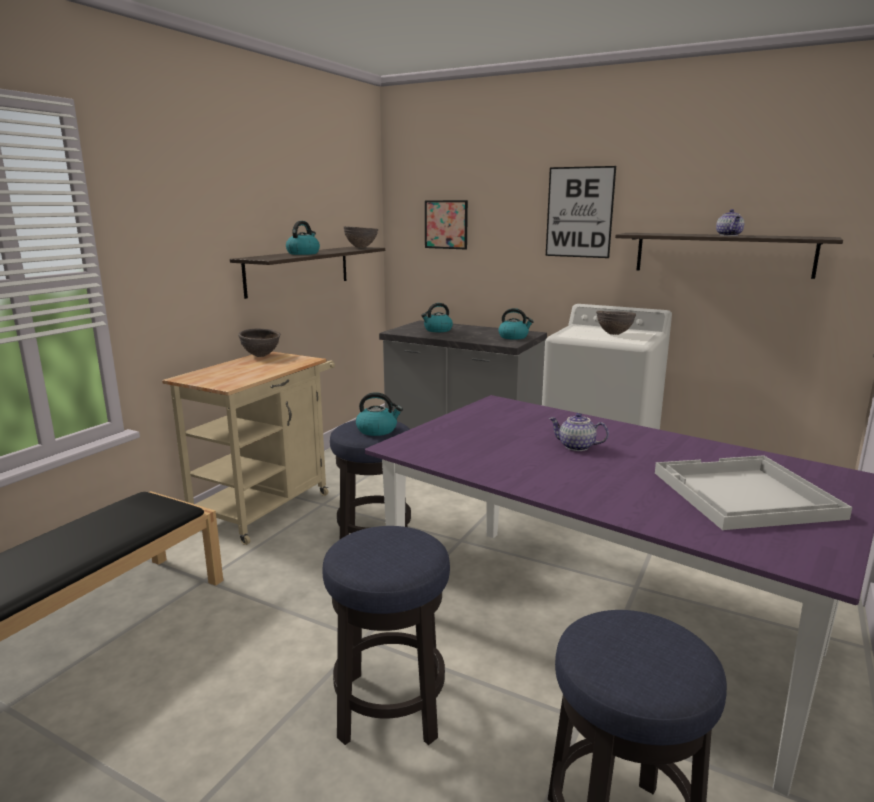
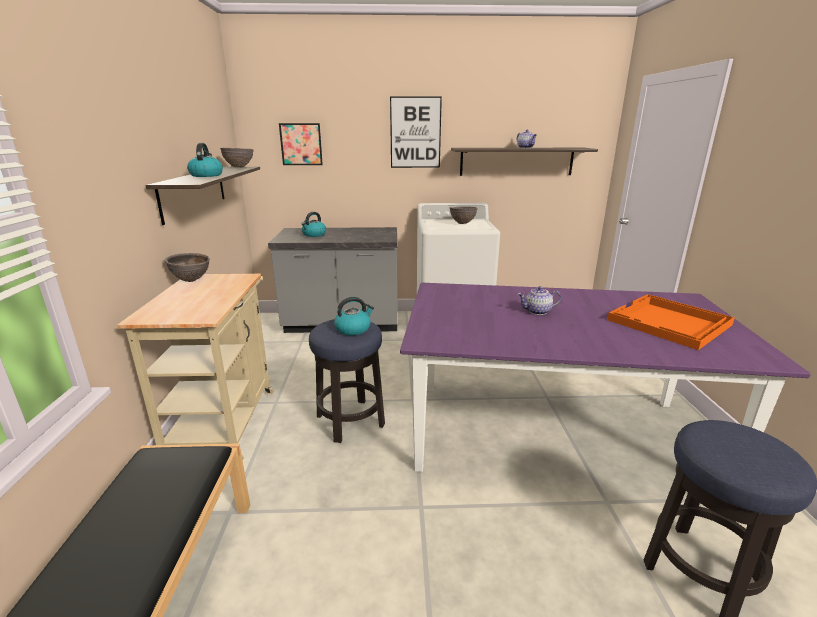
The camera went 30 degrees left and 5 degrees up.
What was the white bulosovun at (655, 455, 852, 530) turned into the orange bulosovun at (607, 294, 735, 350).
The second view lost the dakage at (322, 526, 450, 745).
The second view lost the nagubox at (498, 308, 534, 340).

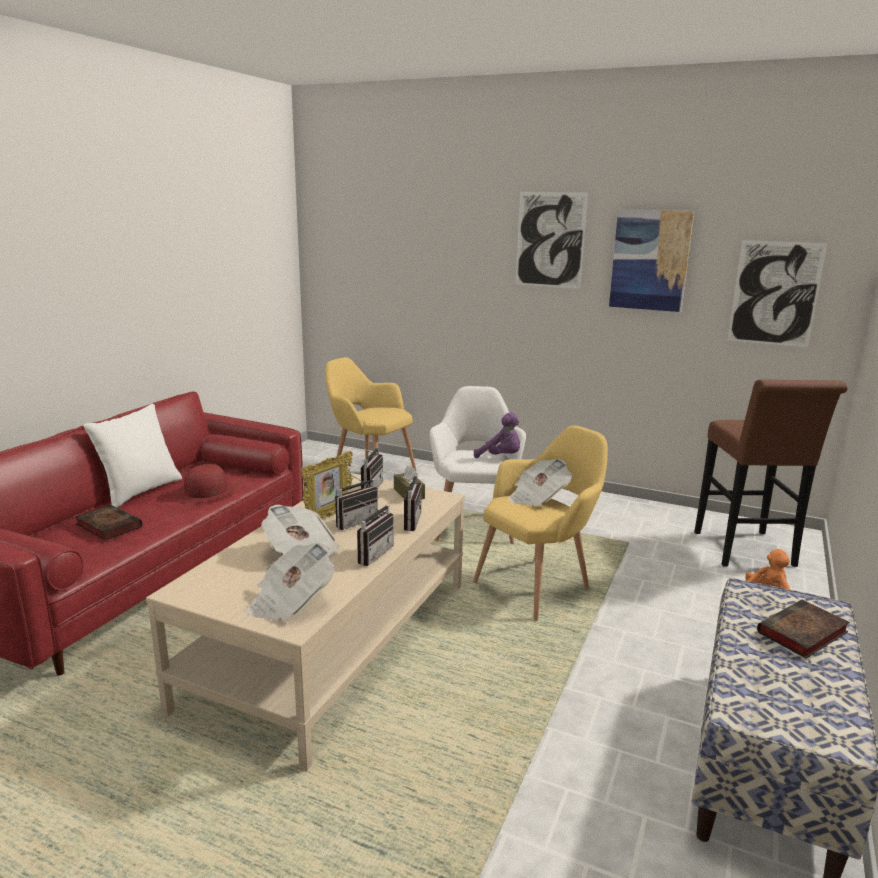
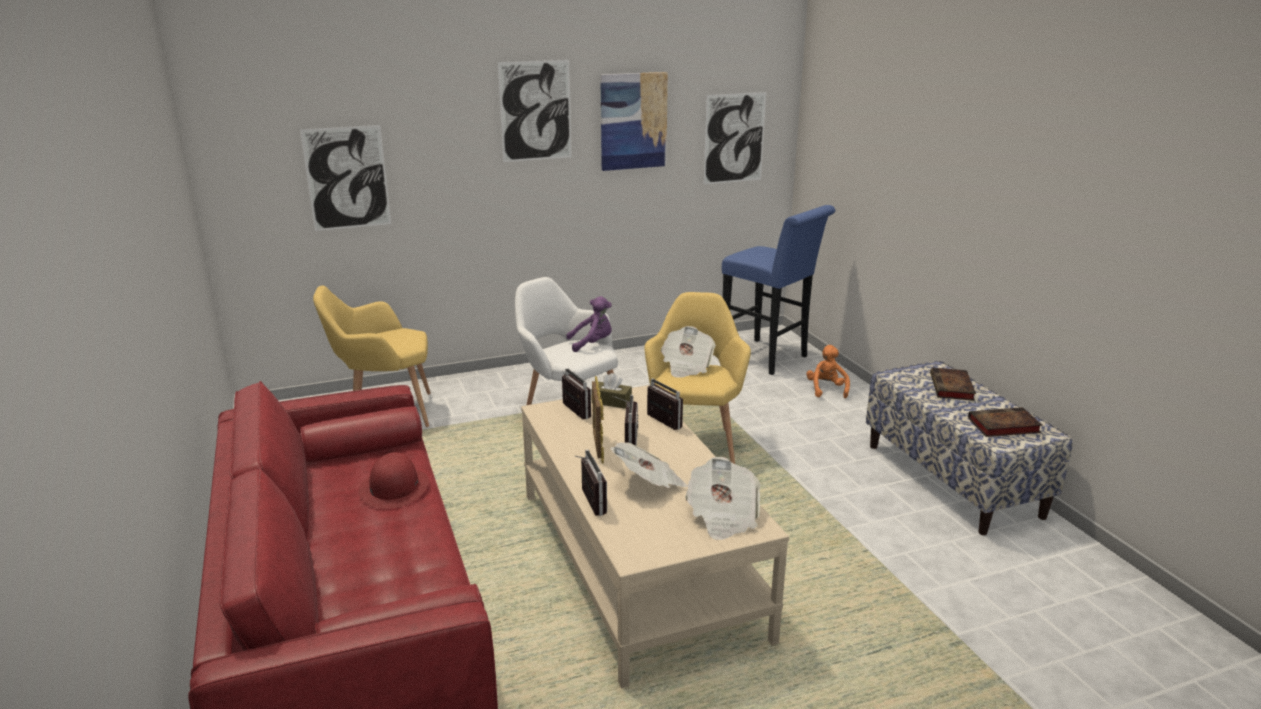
The camera went 45 degrees left and 5 degrees up.
The second view gained the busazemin at (300, 125, 391, 231).
The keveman ended up elsewhere, having gone from (356, 500, 394, 566) to (574, 449, 607, 516).
What was the brown dakage at (694, 379, 848, 567) turned into the blue dakage at (722, 205, 835, 375).
The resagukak ended up elsewhere, having gone from (75, 505, 142, 541) to (968, 407, 1043, 437).
The second view lost the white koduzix at (83, 404, 182, 507).

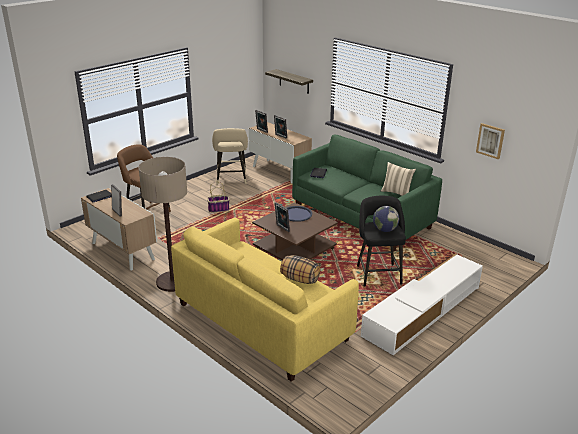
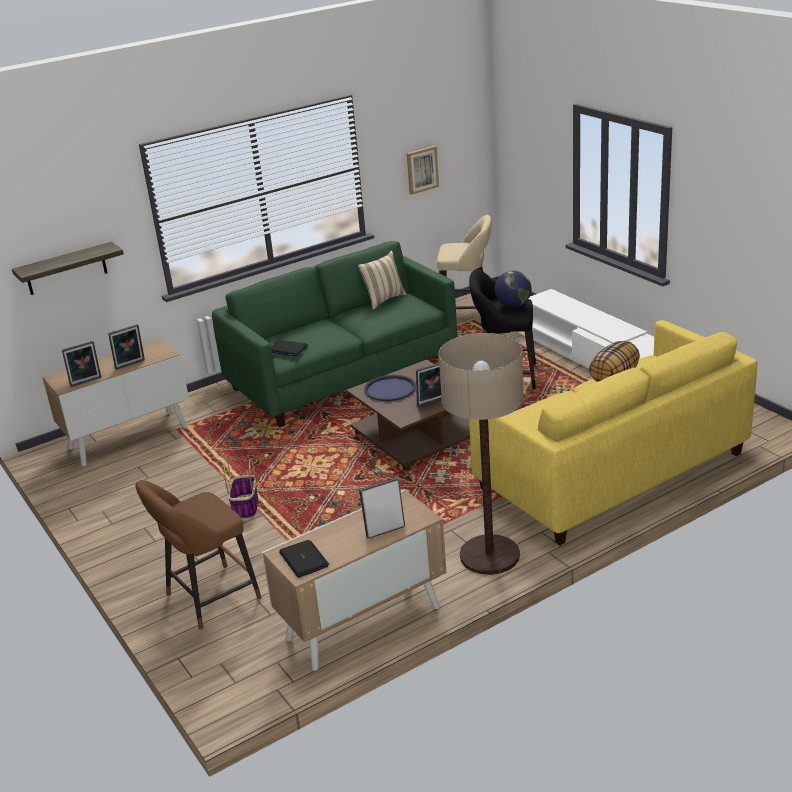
The camera went 75 degrees left and 0 degrees up.
The beige dakage ended up elsewhere, having gone from (212, 128, 248, 185) to (437, 215, 492, 309).

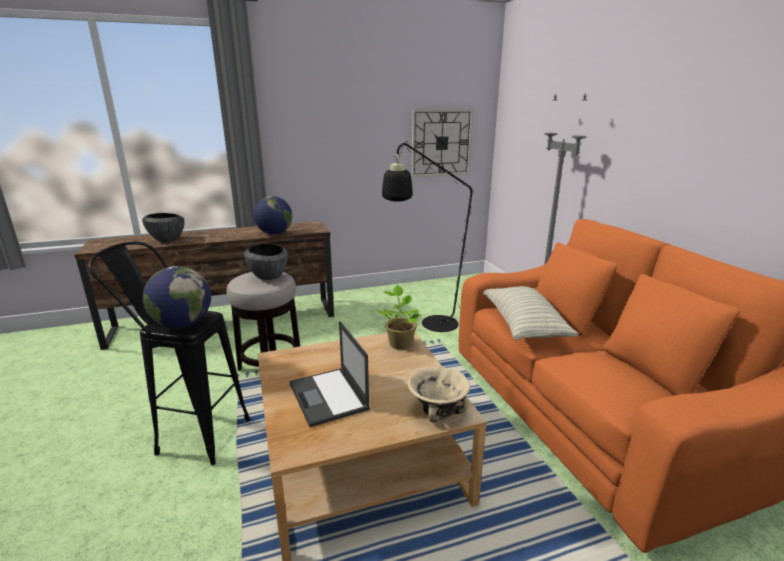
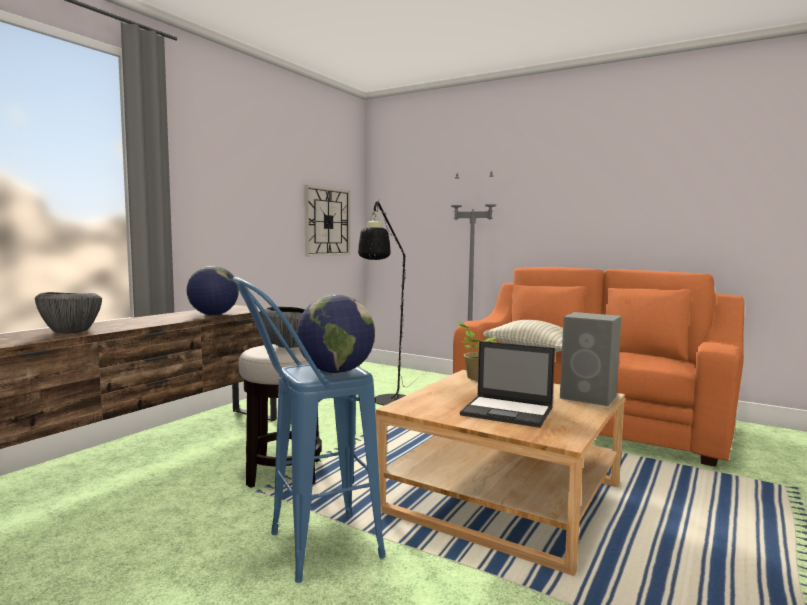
The camera went 40 degrees left and 15 degrees down.
What was the black dakage at (88, 242, 250, 465) turned into the blue dakage at (233, 277, 385, 583).
Where the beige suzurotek stood at (408, 367, 470, 422), the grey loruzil came to stand at (560, 312, 621, 406).

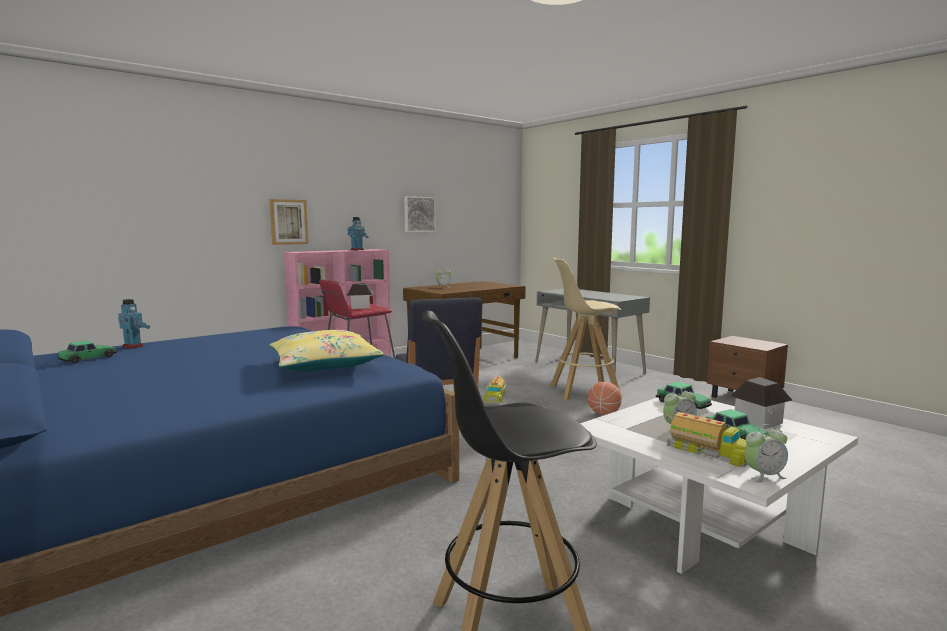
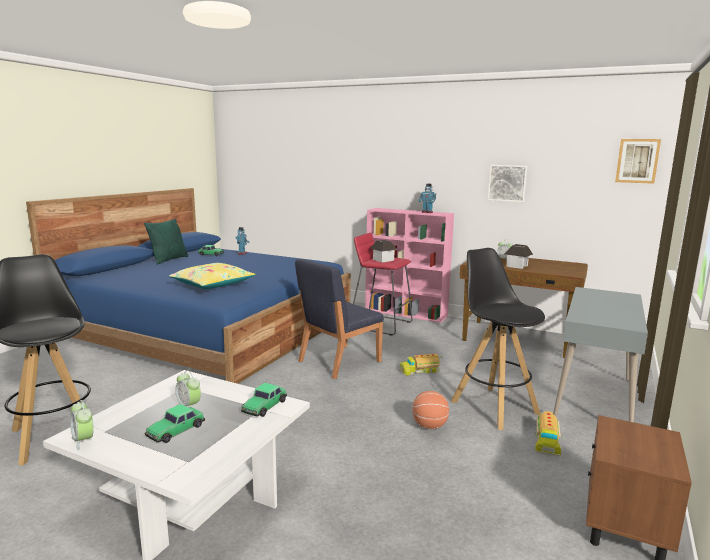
The camera went 65 degrees right and 5 degrees up.
The second view gained the green koduzix at (144, 218, 188, 265).
What was the beige dakage at (550, 257, 622, 400) turned into the black dakage at (451, 248, 545, 430).
The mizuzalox ended up elsewhere, having gone from (731, 377, 792, 429) to (505, 244, 533, 269).
The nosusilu ended up elsewhere, having gone from (666, 412, 747, 467) to (534, 411, 565, 456).
The busazemin ended up elsewhere, having gone from (269, 199, 308, 245) to (615, 139, 661, 184).

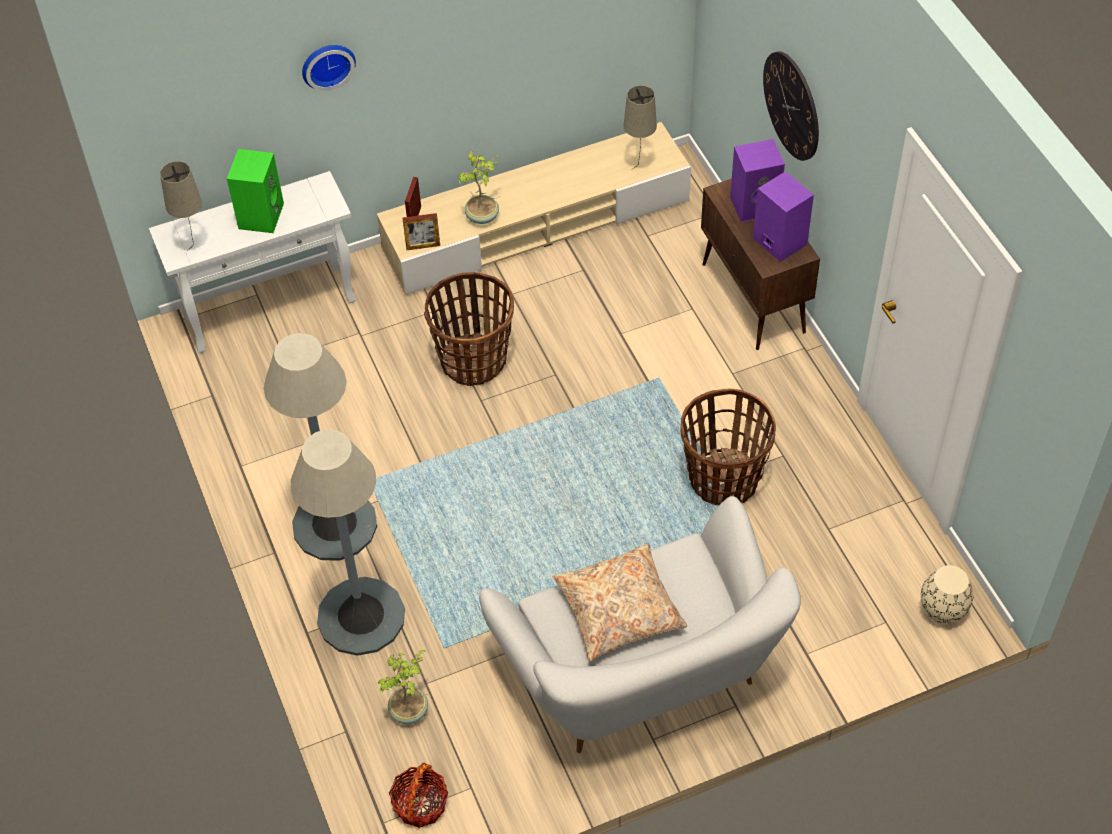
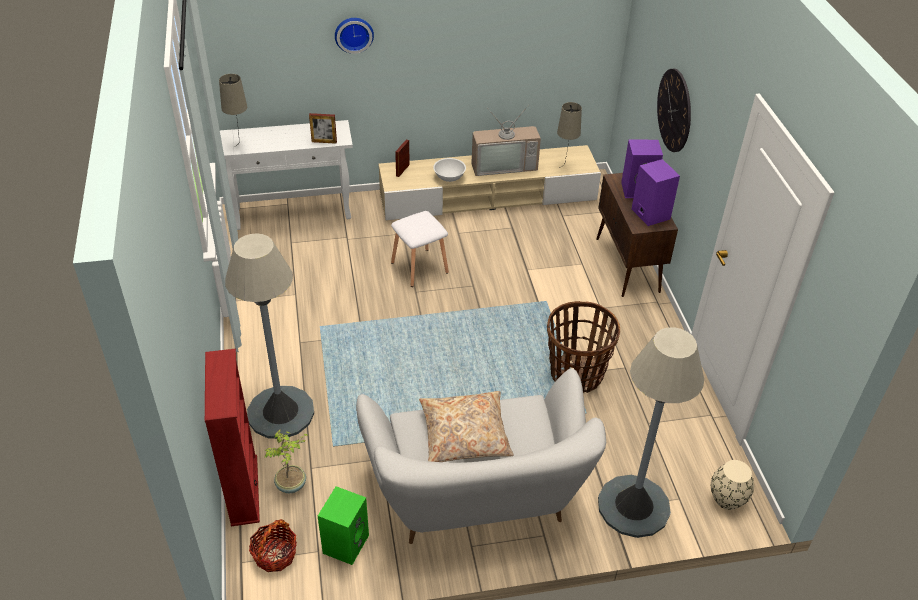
The camera went 10 degrees right and 10 degrees down.
The second view gained the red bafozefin at (205, 349, 260, 526).
The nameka ended up elsewhere, having gone from (402, 213, 440, 250) to (309, 113, 337, 144).
The green loruzil ended up elsewhere, having gone from (227, 149, 284, 233) to (318, 486, 369, 565).
Where the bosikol stood at (424, 272, 514, 386), the white dakage came to stand at (391, 211, 449, 287).
Where the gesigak stood at (458, 151, 499, 224), the white suzurotek came to stand at (433, 158, 466, 182).
The second view gained the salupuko at (471, 105, 541, 176).
The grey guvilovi ended up elsewhere, having gone from (264, 333, 377, 561) to (598, 327, 704, 538).

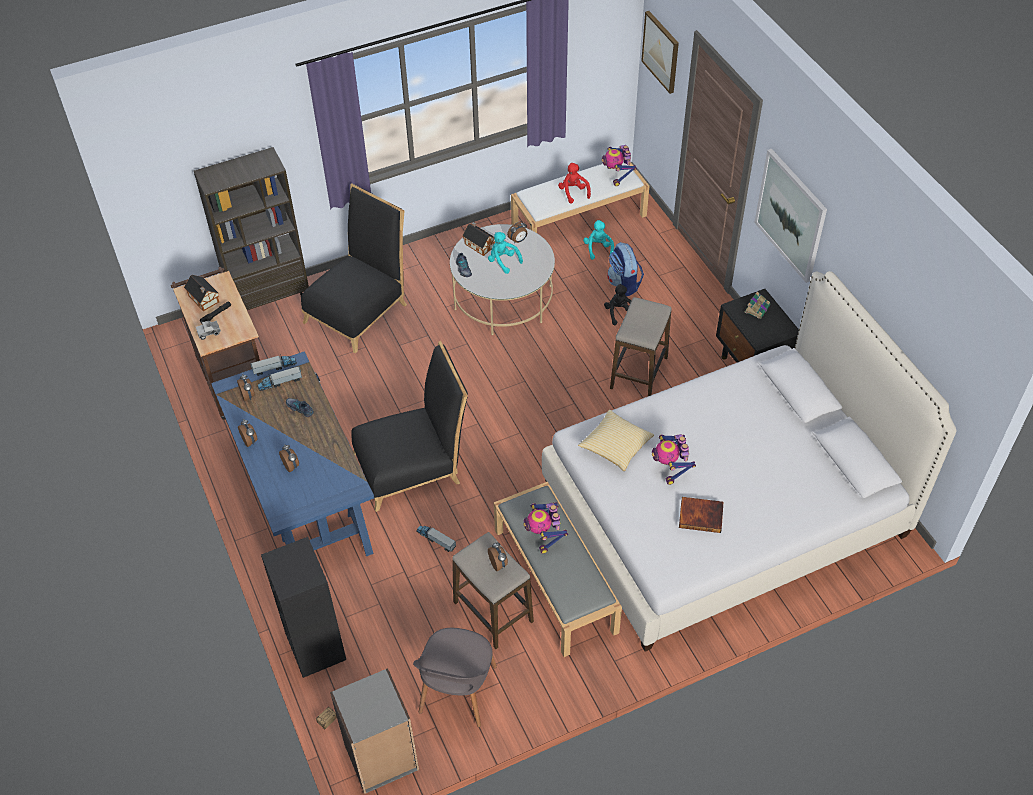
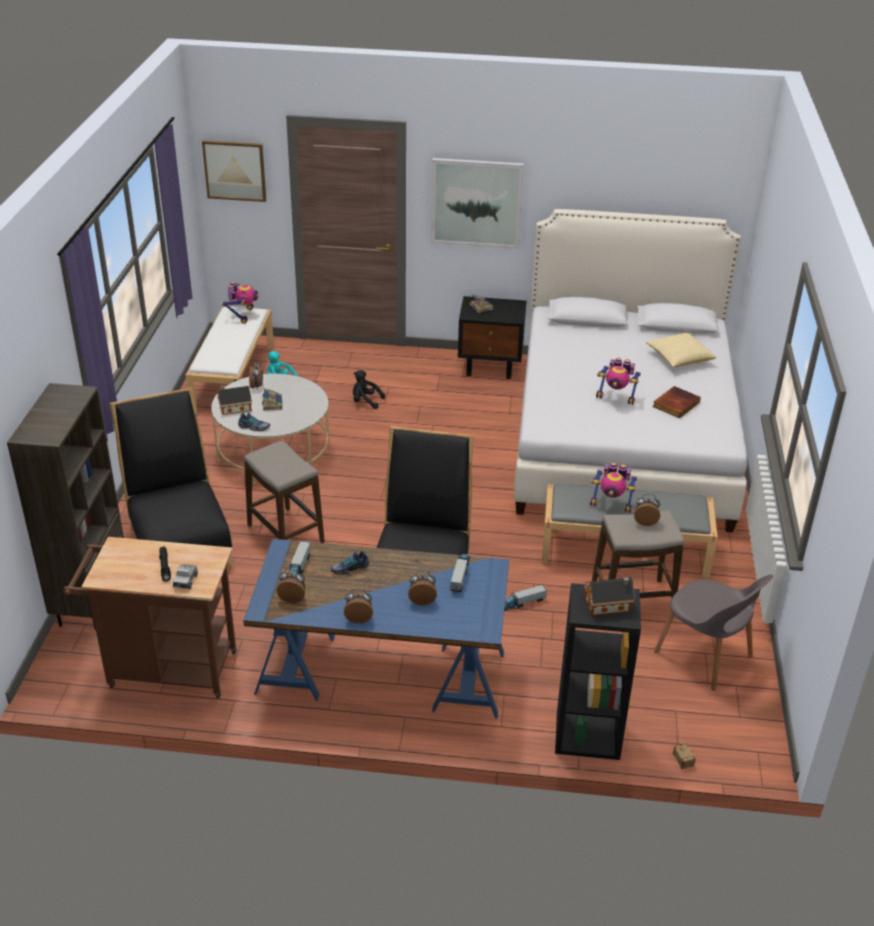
The camera went 60 degrees left and 15 degrees down.
The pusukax at (602, 145, 637, 186) ended up facing another way, 105 degrees counterclockwise from before.
The dakage ended up elsewhere, having gone from (610, 297, 672, 396) to (244, 441, 325, 543).
Where the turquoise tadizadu stood at (488, 232, 523, 274), the resagukak came to stand at (262, 388, 282, 411).
The nosusilu ended up elsewhere, having gone from (250, 356, 297, 376) to (450, 554, 470, 593).
The mizuzalox ended up elsewhere, having gone from (184, 275, 219, 311) to (584, 577, 635, 616).
The koduzix ended up elsewhere, having gone from (578, 410, 654, 471) to (646, 333, 716, 367).
The second view lost the grey bafozefin at (330, 668, 419, 794).
The second view lost the red tadizadu at (558, 163, 591, 204).
The second view lost the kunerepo at (607, 242, 644, 296).

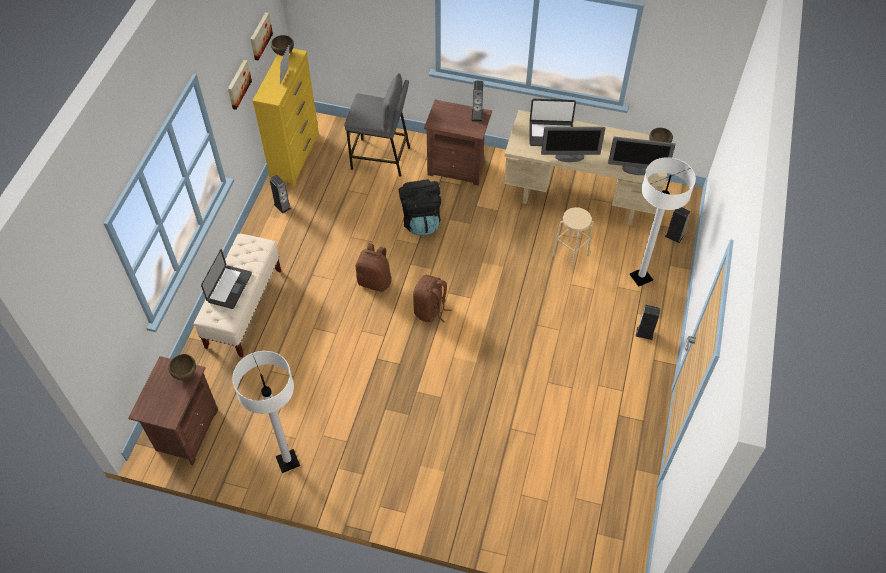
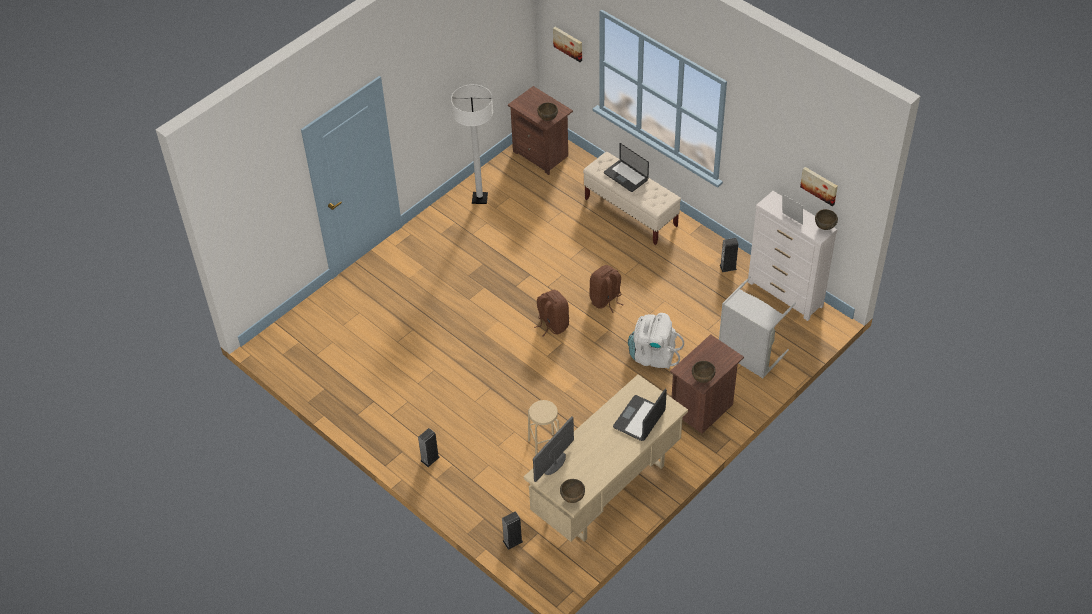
The camera went 120 degrees right and 5 degrees down.
The busazemin ended up elsewhere, having gone from (228, 60, 252, 110) to (553, 27, 582, 62).
What was the black kunerepo at (399, 179, 441, 236) turned into the white kunerepo at (628, 313, 684, 369).
Where the loruzil stood at (472, 81, 483, 122), the brown suzurotek came to stand at (692, 361, 716, 383).
Where the grey dakage stood at (344, 73, 410, 177), the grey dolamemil came to stand at (719, 276, 796, 379).
What was the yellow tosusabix at (252, 49, 319, 187) turned into the white tosusabix at (748, 191, 837, 321).
The second view lost the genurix at (541, 127, 605, 162).
The second view lost the white guvilovi at (630, 157, 696, 287).

